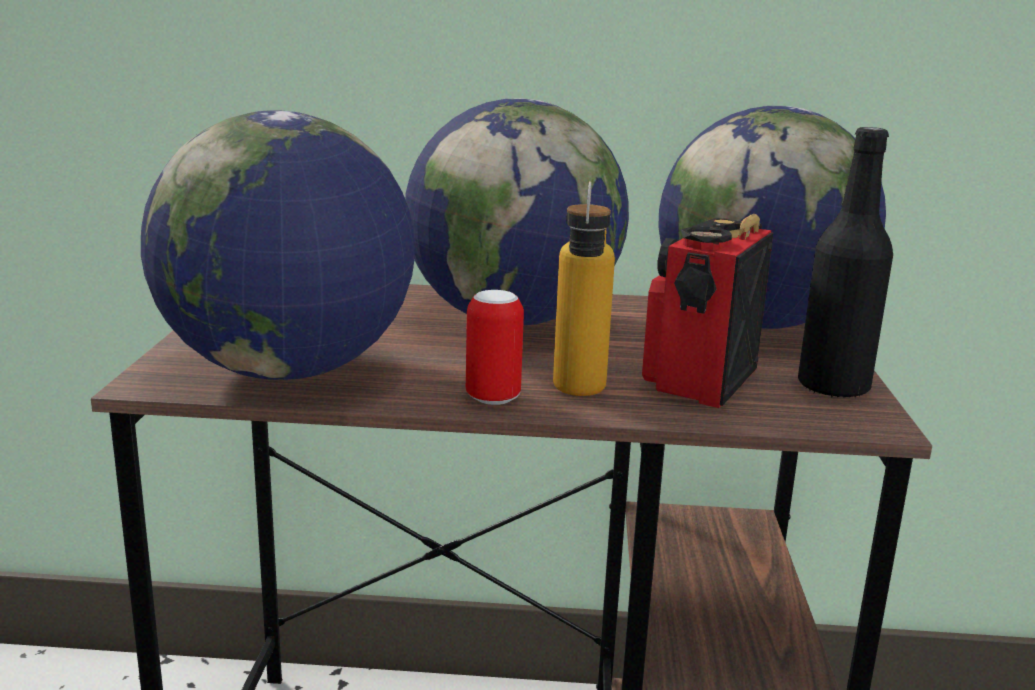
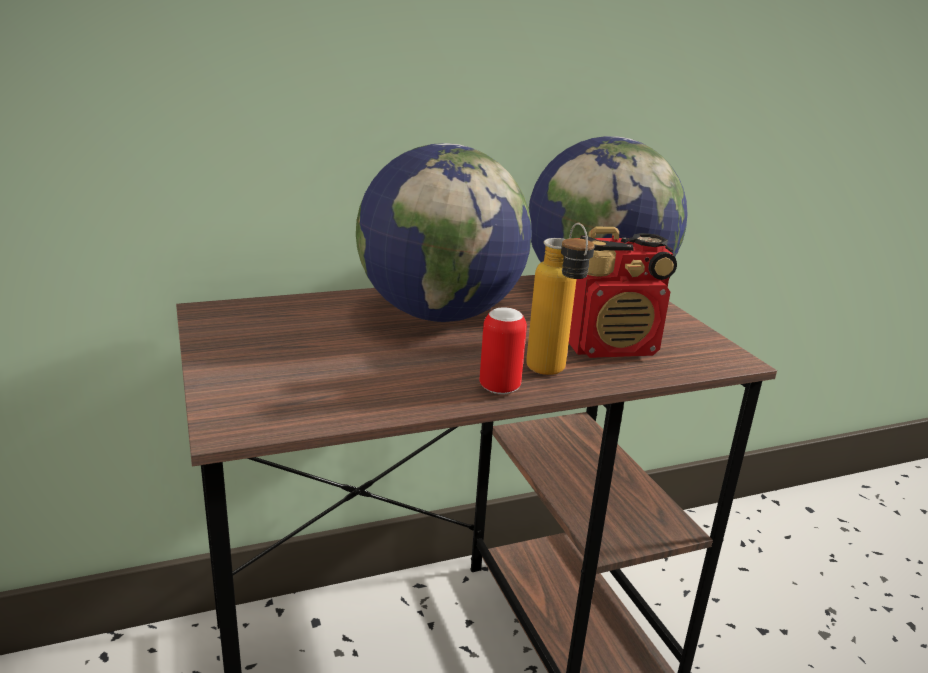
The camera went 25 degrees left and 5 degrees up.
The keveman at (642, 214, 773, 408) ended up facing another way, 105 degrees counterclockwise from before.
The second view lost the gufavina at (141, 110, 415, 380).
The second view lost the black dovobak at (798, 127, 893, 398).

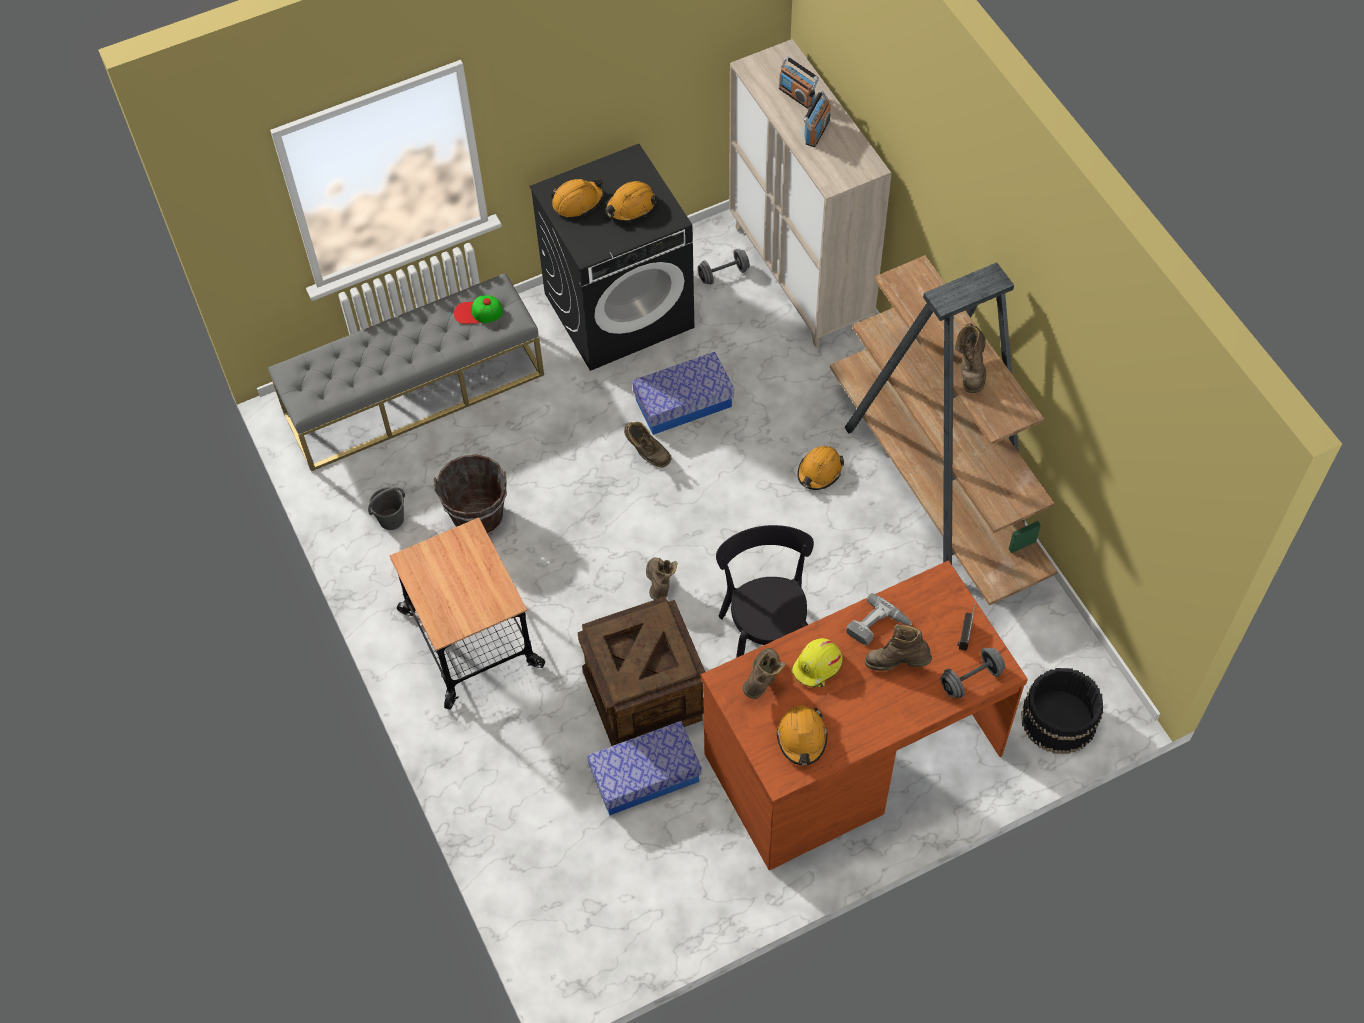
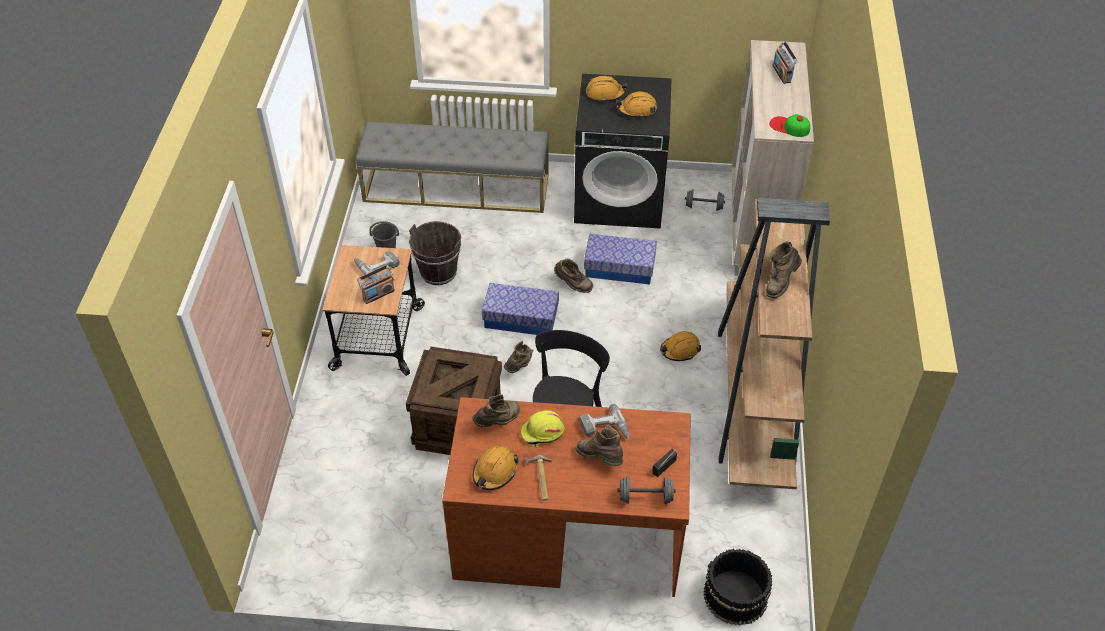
The camera went 30 degrees right and 10 degrees down.
The second view gained the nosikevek at (354, 251, 400, 279).
The keveman ended up elsewhere, having gone from (804, 90, 831, 147) to (357, 265, 395, 304).
The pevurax ended up elsewhere, having gone from (587, 721, 702, 815) to (482, 283, 559, 335).
The second view gained the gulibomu at (525, 455, 552, 501).
The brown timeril at (624, 422, 672, 468) ended up facing another way, 45 degrees counterclockwise from before.
The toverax ended up elsewhere, having gone from (454, 295, 503, 324) to (769, 114, 810, 137).

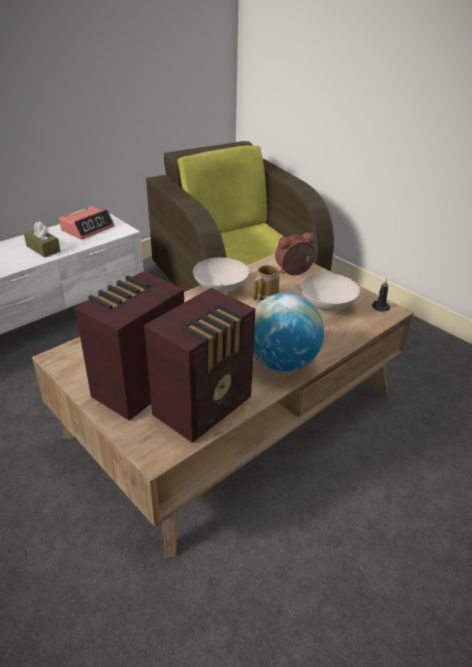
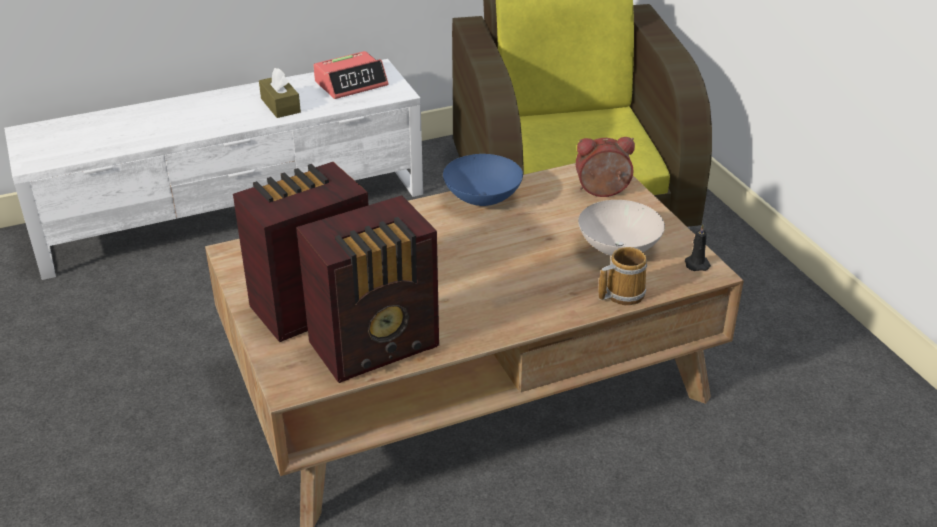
The camera went 20 degrees right and 0 degrees up.
What was the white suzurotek at (193, 258, 249, 293) turned into the blue suzurotek at (443, 154, 523, 206).
The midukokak ended up elsewhere, having gone from (253, 265, 280, 301) to (598, 247, 647, 305).
The second view lost the gufavina at (253, 293, 324, 372).

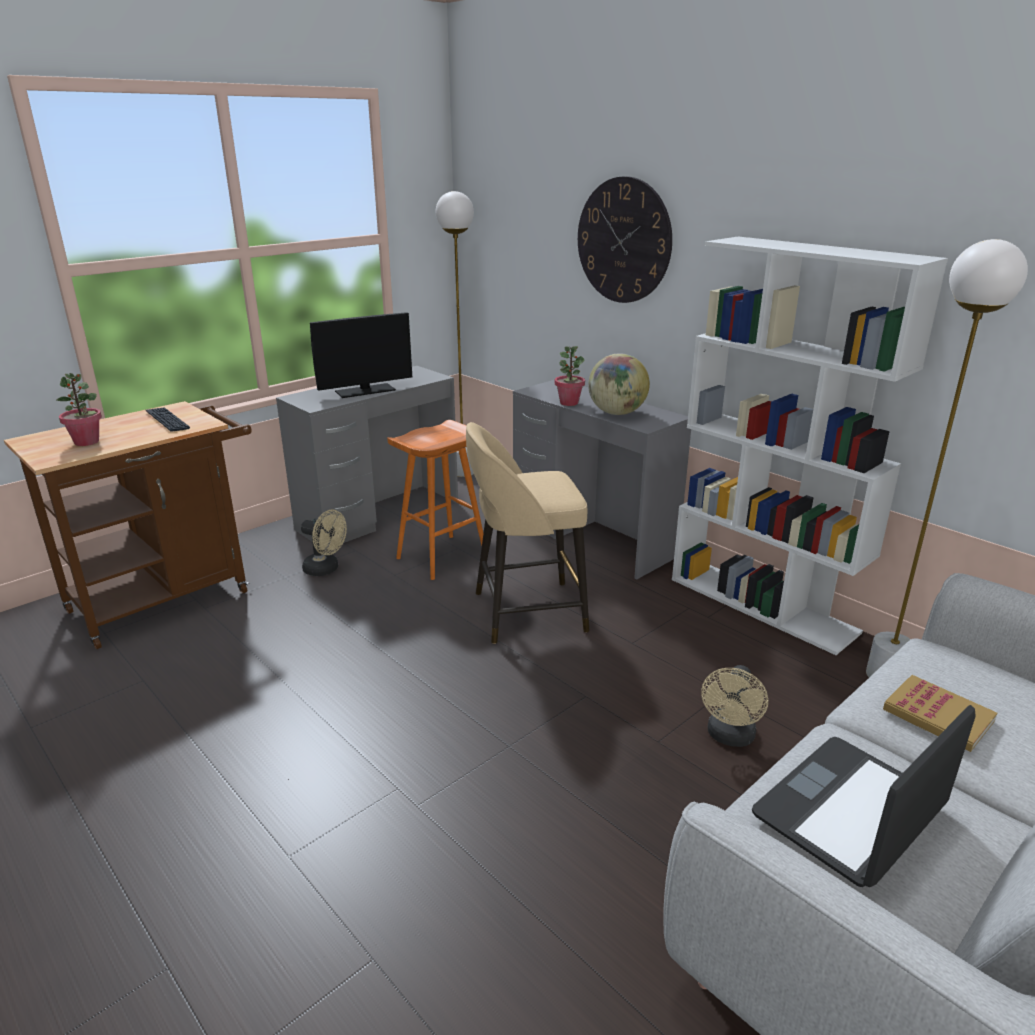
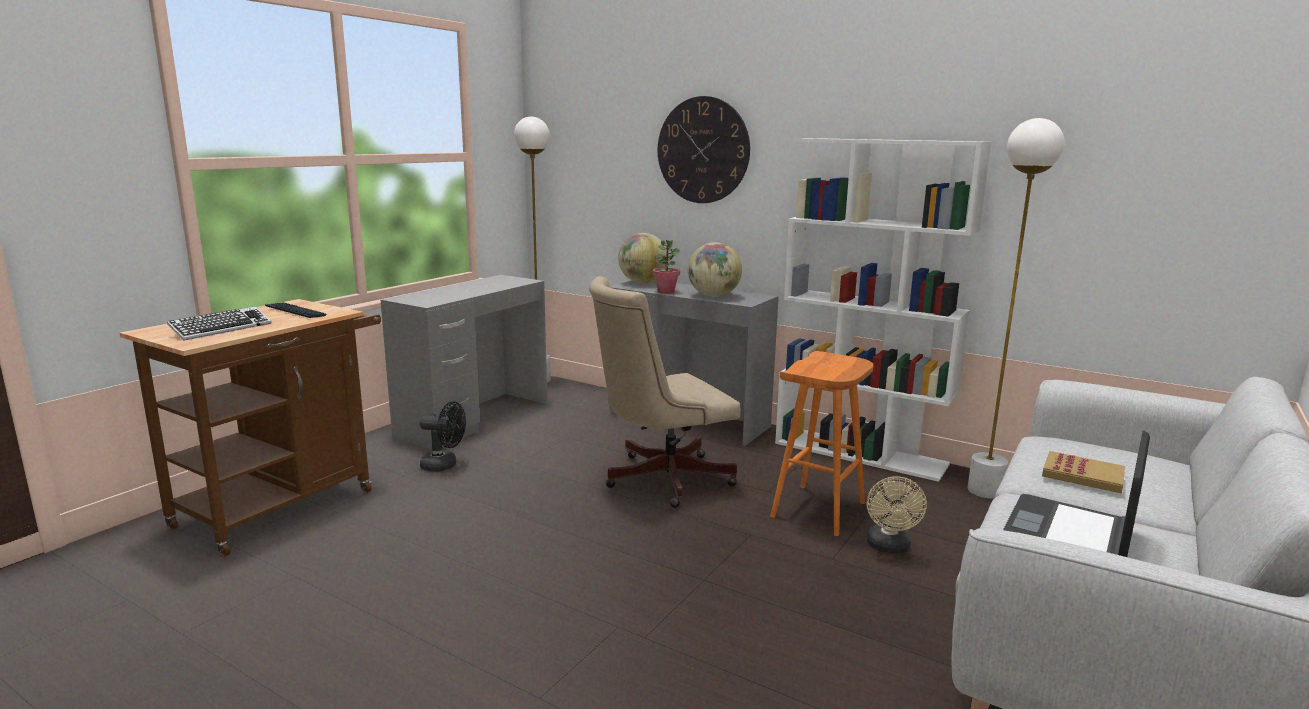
The camera went 15 degrees left and 10 degrees down.
Where the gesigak stood at (57, 373, 102, 446), the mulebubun came to stand at (167, 306, 272, 341).
What was the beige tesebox at (301, 510, 347, 576) turned into the black tesebox at (420, 401, 466, 472).
Where the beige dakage stood at (466, 422, 590, 644), the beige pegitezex came to stand at (589, 276, 741, 508).
The second view gained the gufavina at (618, 233, 667, 283).
The orange dakage ended up elsewhere, having gone from (387, 420, 483, 580) to (770, 351, 874, 536).
The second view lost the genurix at (310, 312, 412, 398).

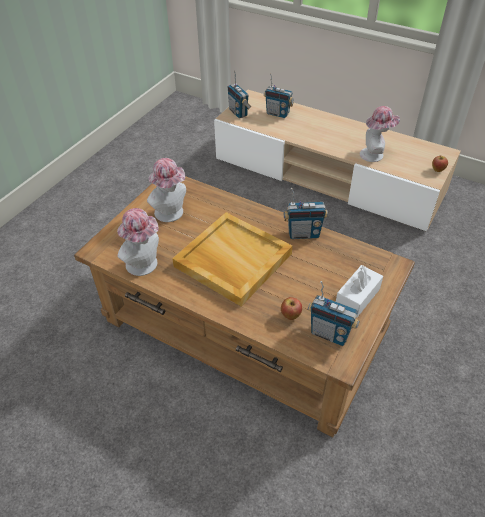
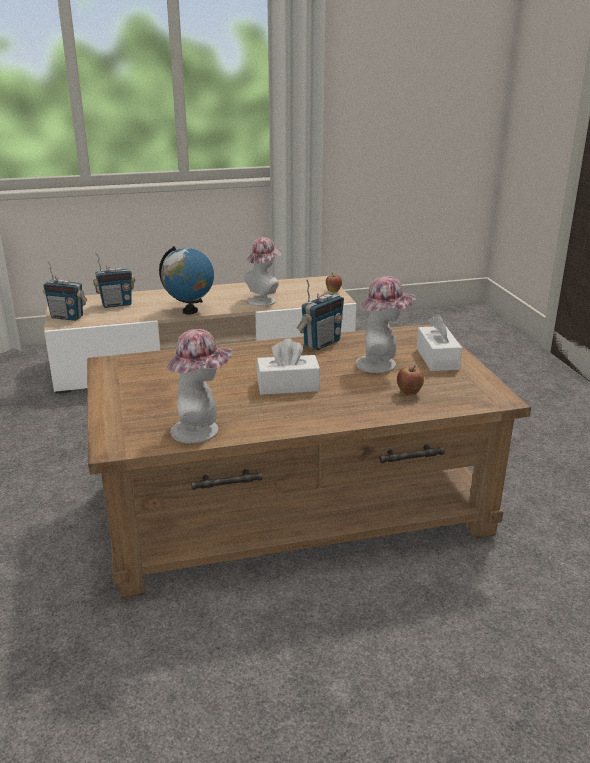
The camera went 45 degrees left and 20 degrees down.
The second view gained the gufavina at (159, 246, 214, 314).
Where the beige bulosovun stood at (172, 212, 292, 306), the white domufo came to stand at (257, 338, 320, 395).
The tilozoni ended up elsewhere, having gone from (147, 158, 186, 222) to (356, 276, 416, 373).
The second view lost the keveman at (308, 281, 359, 346).

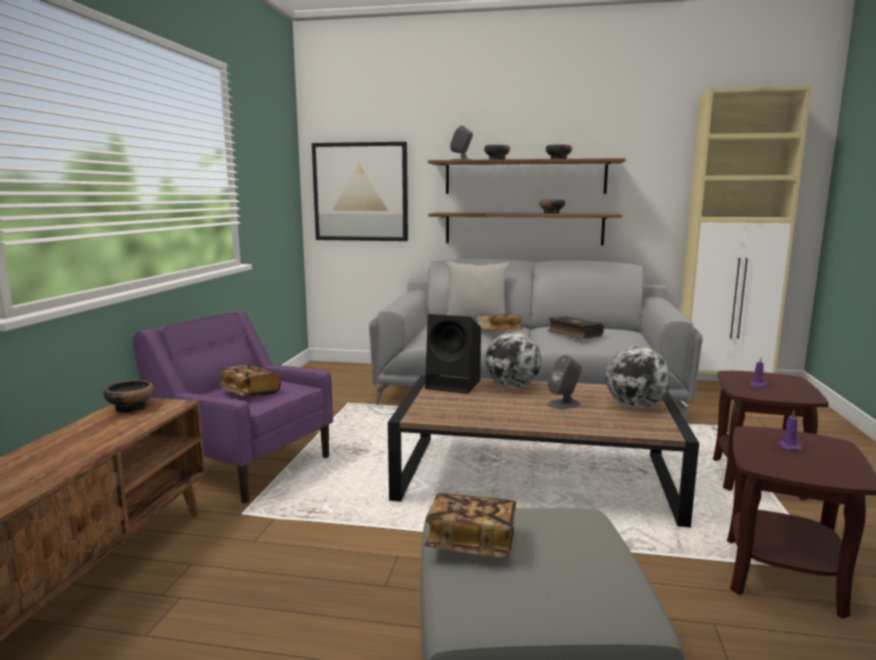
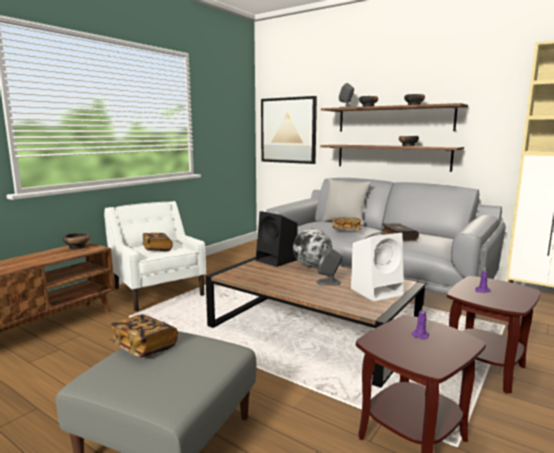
The camera went 25 degrees right and 0 degrees up.
What was the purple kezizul at (133, 310, 333, 503) turned into the white kezizul at (104, 201, 206, 312).
Where the gufavina stood at (605, 346, 670, 408), the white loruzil came to stand at (351, 233, 404, 302).

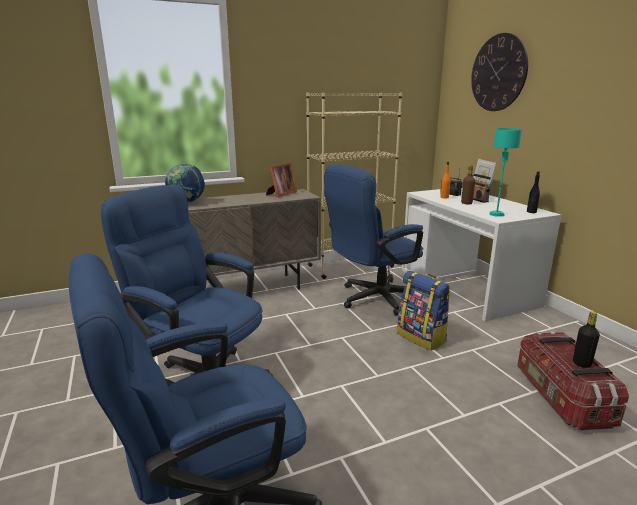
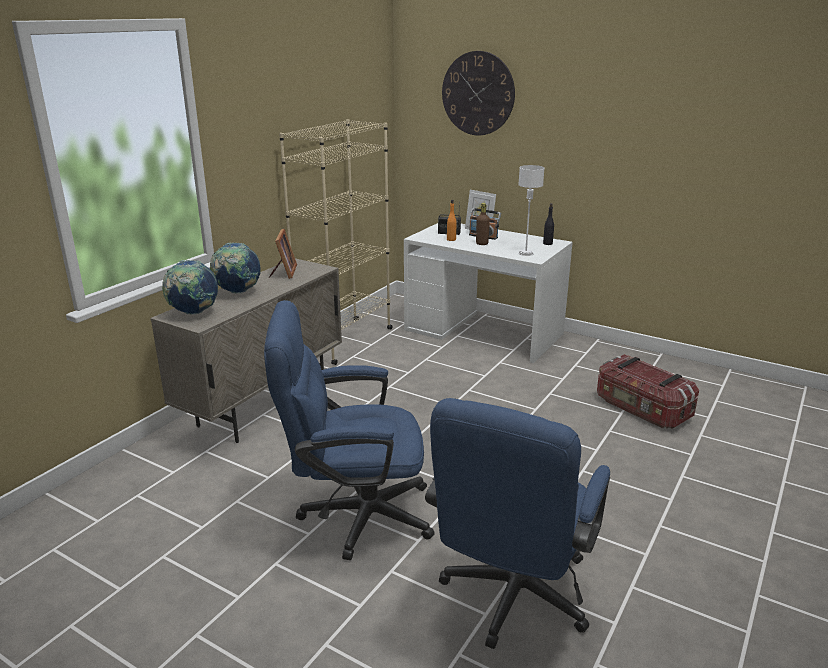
The camera went 35 degrees left and 5 degrees up.
The second view gained the gufavina at (210, 242, 261, 294).
What was the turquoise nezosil at (489, 128, 522, 217) turned into the white nezosil at (518, 165, 545, 256).
The second view lost the blue pegitezex at (324, 164, 424, 316).
The second view lost the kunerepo at (397, 271, 451, 350).
The second view lost the black dovobak at (573, 311, 600, 368).

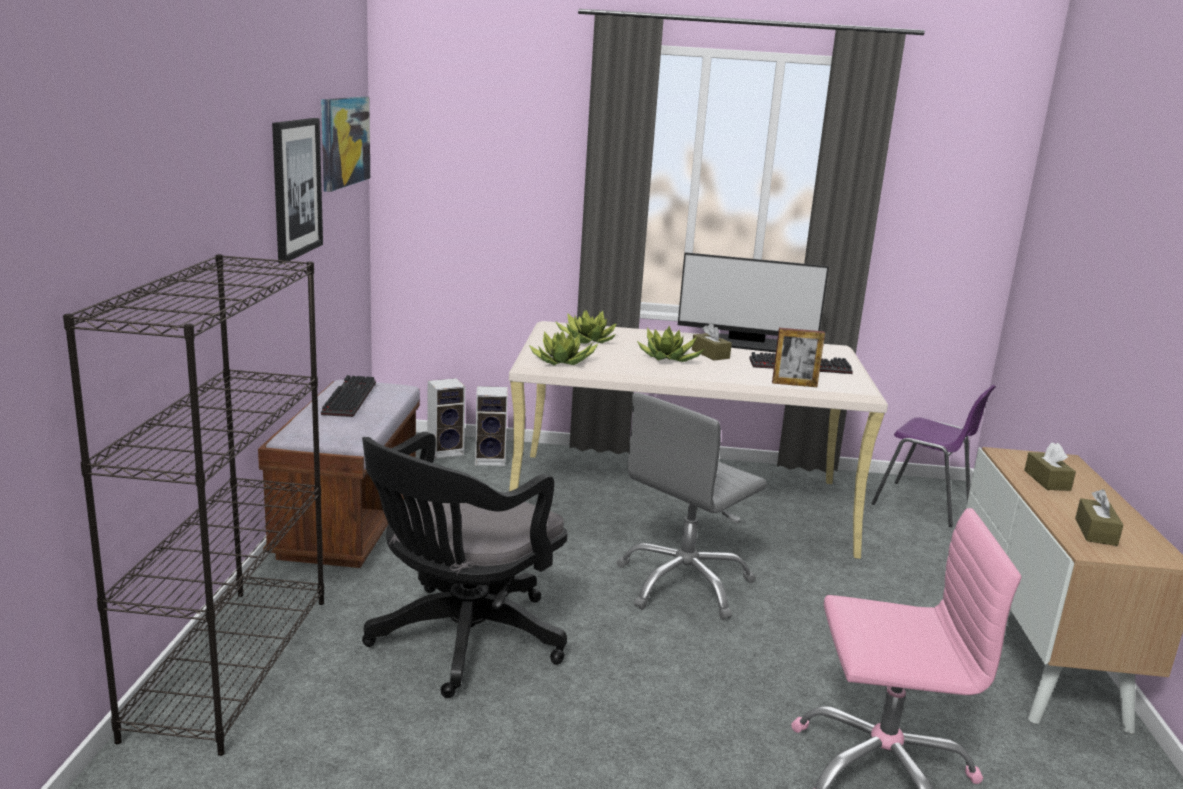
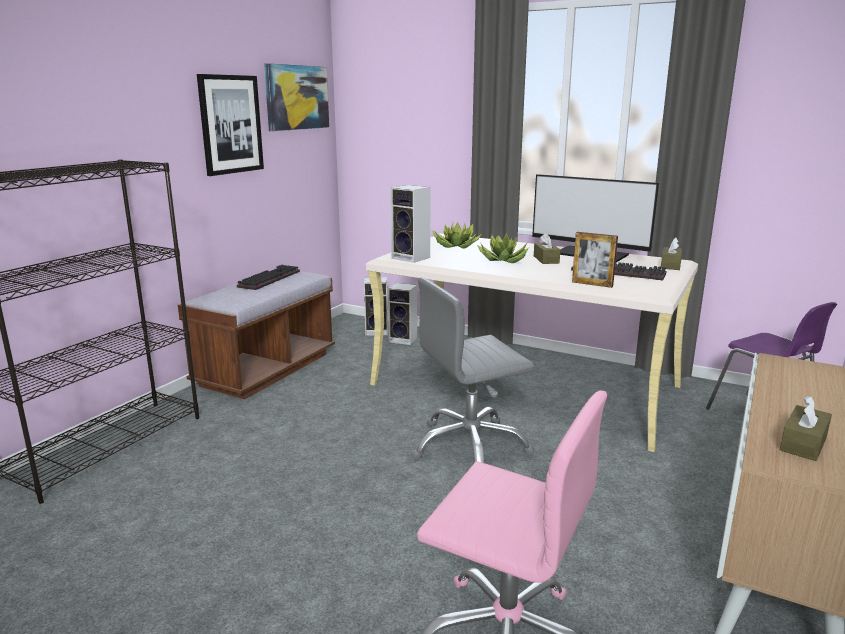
The camera went 25 degrees right and 0 degrees up.
Where the gesigak stood at (529, 331, 599, 365), the loruzil came to stand at (390, 185, 430, 263).
The brown domufo ended up elsewhere, having gone from (1024, 443, 1076, 491) to (661, 237, 682, 270).
The second view lost the black pegitezex at (362, 432, 567, 698).

